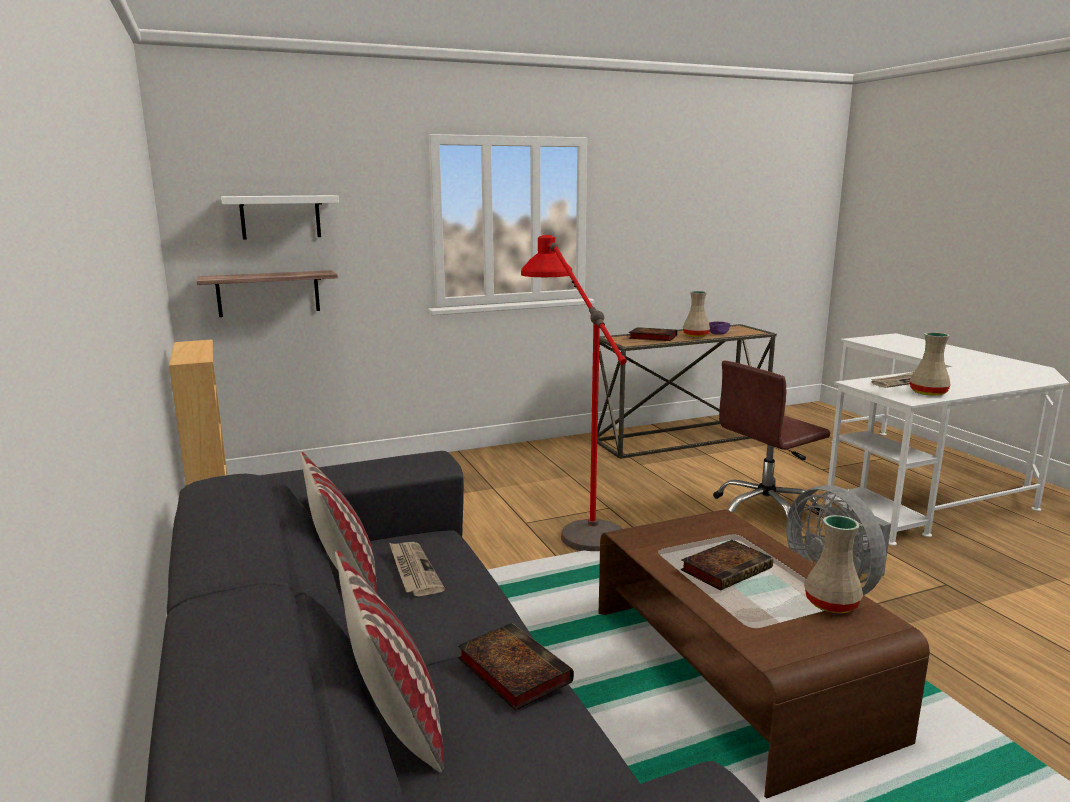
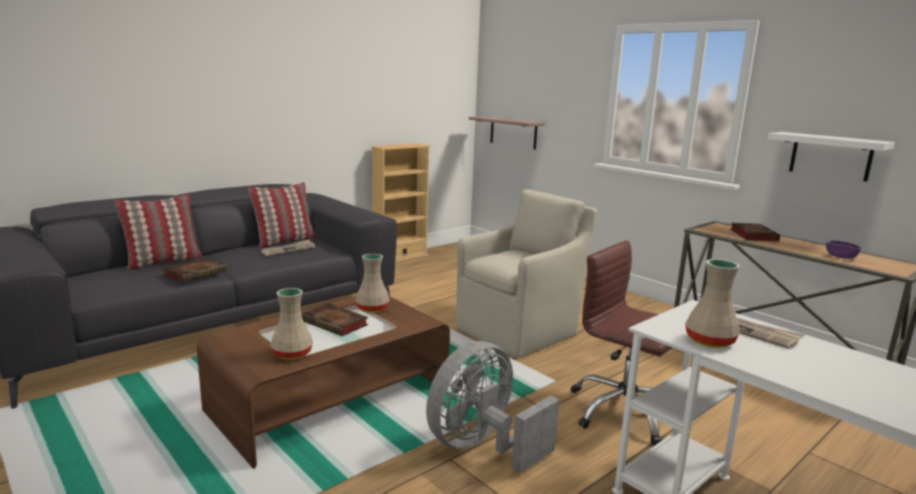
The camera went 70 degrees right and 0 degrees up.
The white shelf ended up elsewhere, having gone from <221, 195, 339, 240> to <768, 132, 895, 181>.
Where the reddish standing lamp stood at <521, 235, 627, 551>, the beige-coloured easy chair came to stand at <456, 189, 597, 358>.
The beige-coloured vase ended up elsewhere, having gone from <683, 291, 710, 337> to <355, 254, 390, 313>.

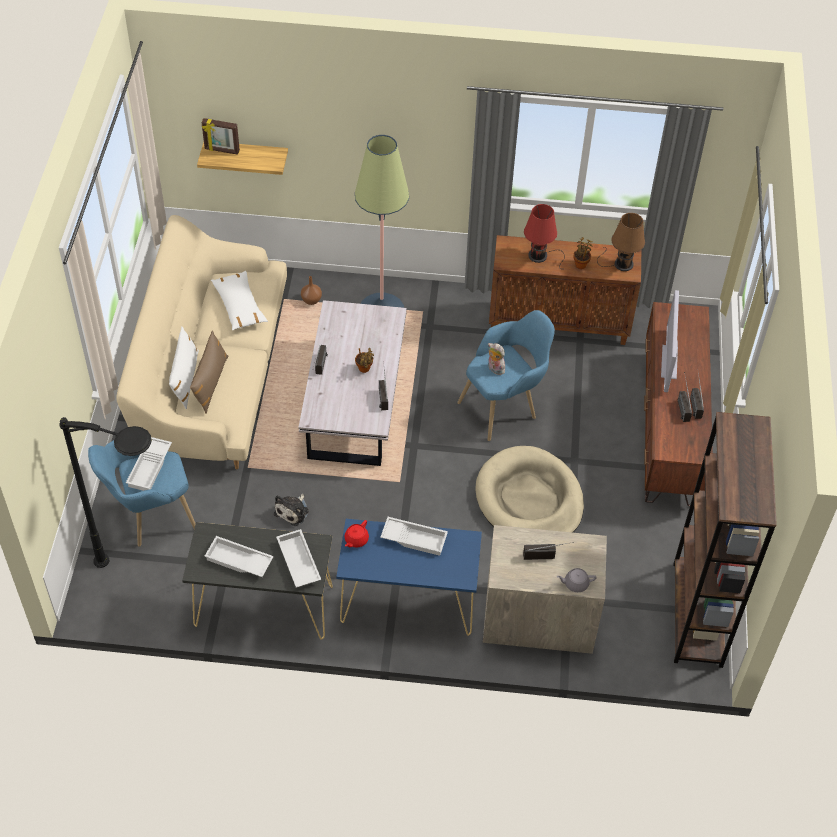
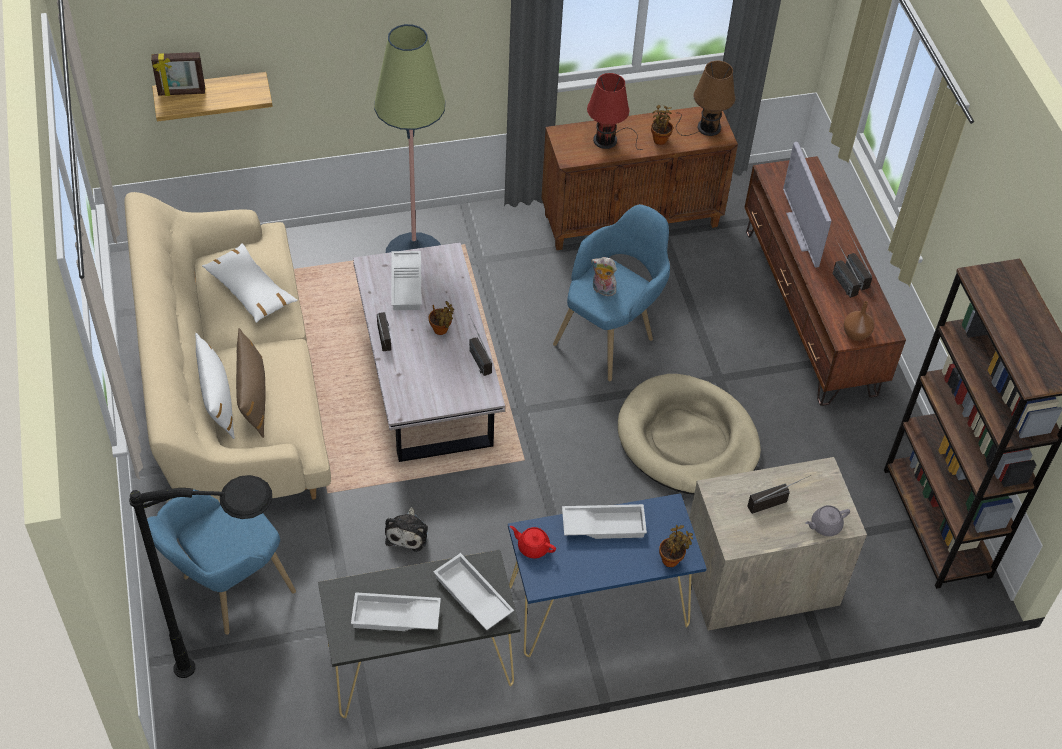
The camera went 20 degrees left and 0 degrees up.
The white serving tray ended up elsewhere, having gone from <126, 437, 172, 491> to <391, 251, 422, 310>.
The brown-coloured vase ended up elsewhere, having gone from <301, 276, 322, 305> to <844, 301, 874, 341>.
The reddish tea pot at <344, 520, 369, 548> ended up facing another way, 105 degrees clockwise from before.
The second view gained the houseplant at <659, 525, 693, 567>.

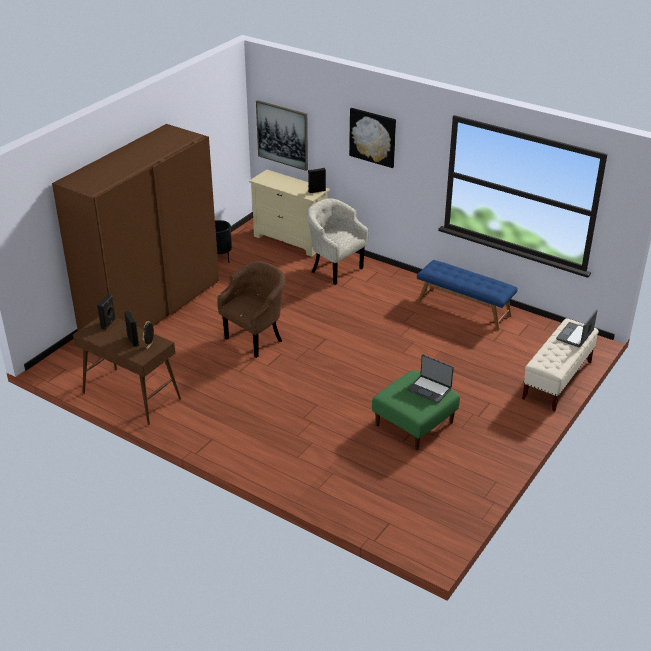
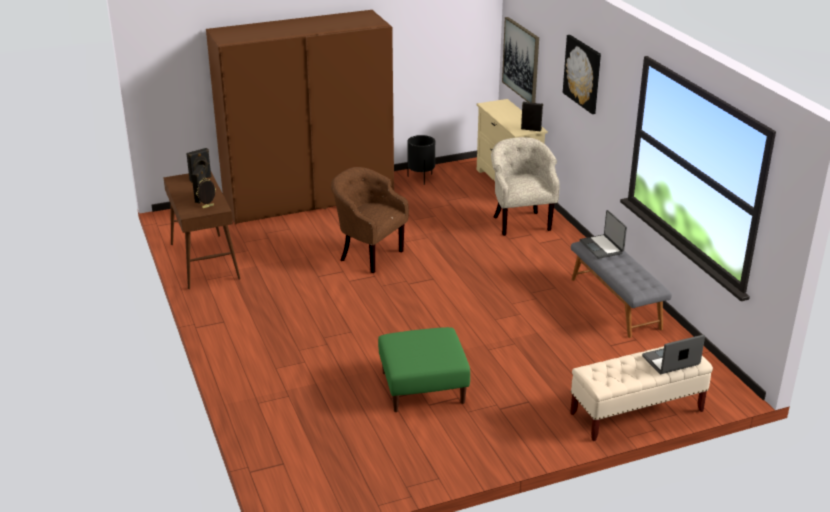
The camera went 35 degrees right and 5 degrees down.
The brown-coloured easy chair at <217, 261, 286, 358> ended up facing another way, 135 degrees counterclockwise from before.
The notebook computer ended up elsewhere, having gone from <407, 355, 454, 403> to <579, 210, 627, 259>.
What was the blue-coloured long seat at <417, 260, 518, 330> turned into the greyish long seat at <571, 241, 672, 338>.

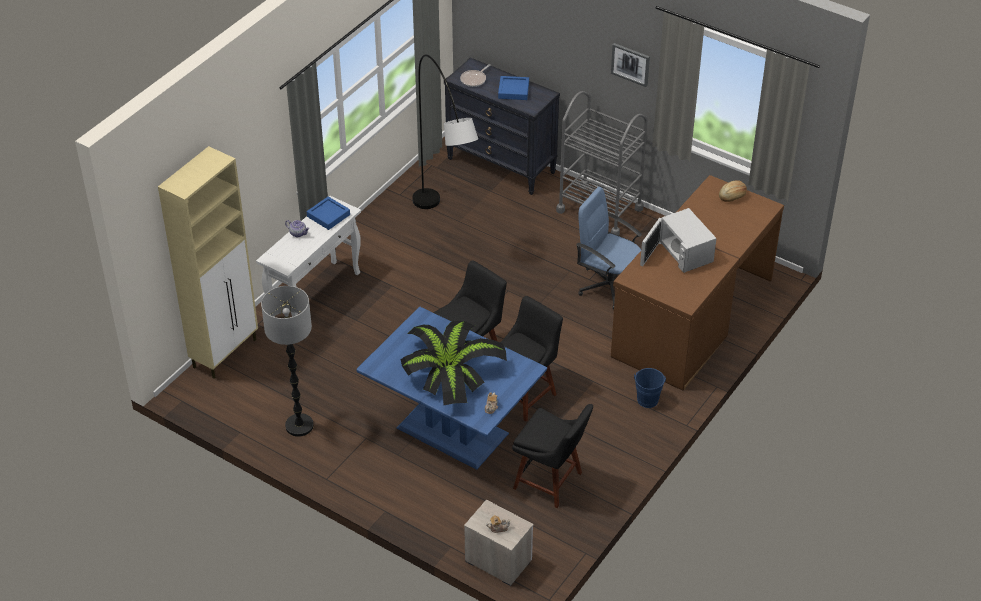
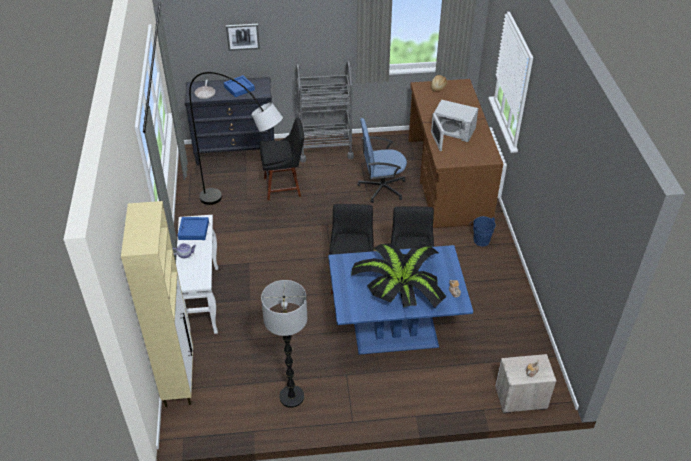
The camera went 40 degrees left and 0 degrees up.
The black upright chair ended up elsewhere, having gone from <512, 404, 593, 508> to <260, 118, 304, 200>.
The wall art ended up elsewhere, having gone from <611, 43, 650, 87> to <226, 24, 260, 51>.

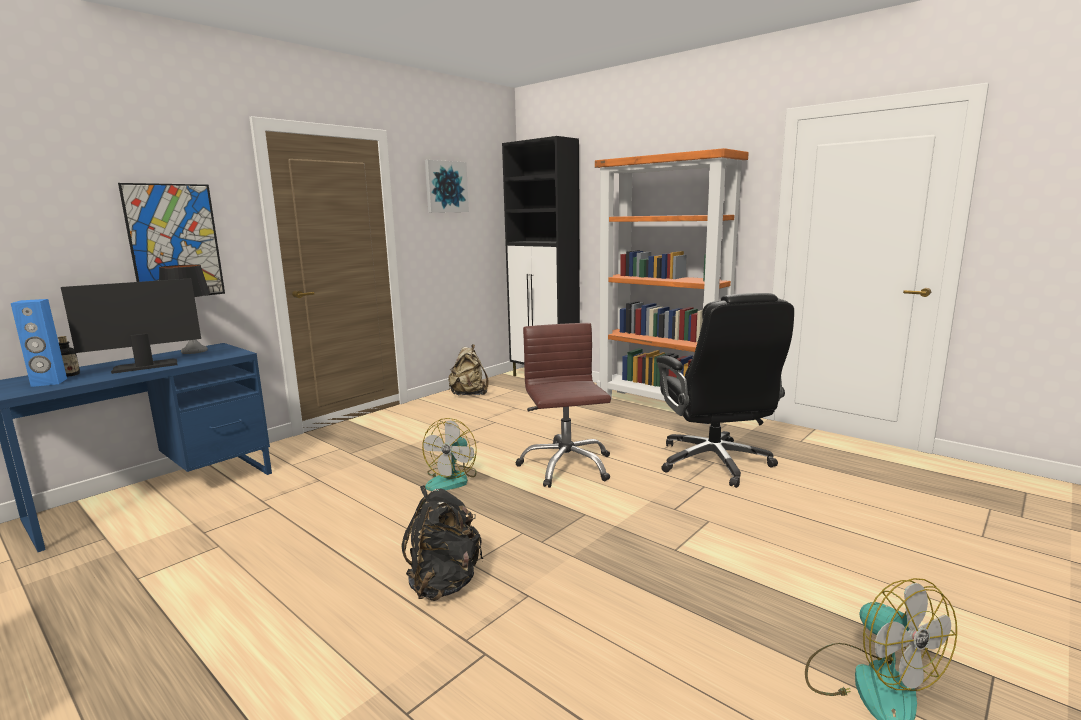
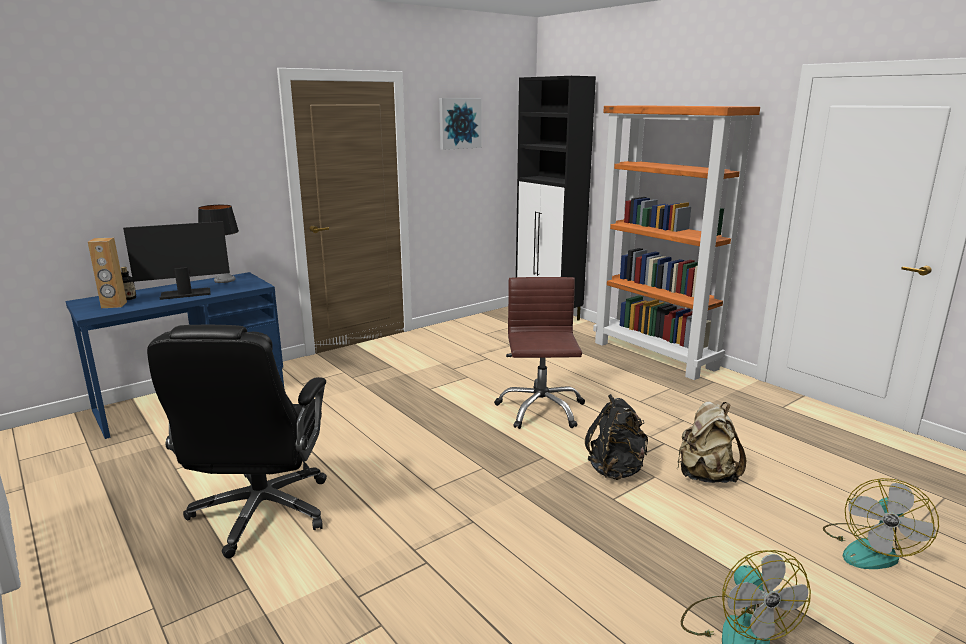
The camera went 10 degrees right and 5 degrees up.
What was the blue-coloured speaker at <11, 299, 67, 387> turned into the brown-coloured speaker at <88, 238, 127, 308>.
The second view lost the wall art at <118, 183, 225, 296>.
The black backpack ended up elsewhere, having gone from <401, 485, 483, 601> to <585, 394, 648, 480>.
The fan ended up elsewhere, having gone from <422, 418, 477, 491> to <823, 478, 939, 569>.
The beige-coloured backpack ended up elsewhere, having gone from <448, 344, 489, 395> to <677, 401, 746, 483>.
The black desk chair ended up elsewhere, having gone from <656, 293, 794, 488> to <147, 325, 327, 558>.

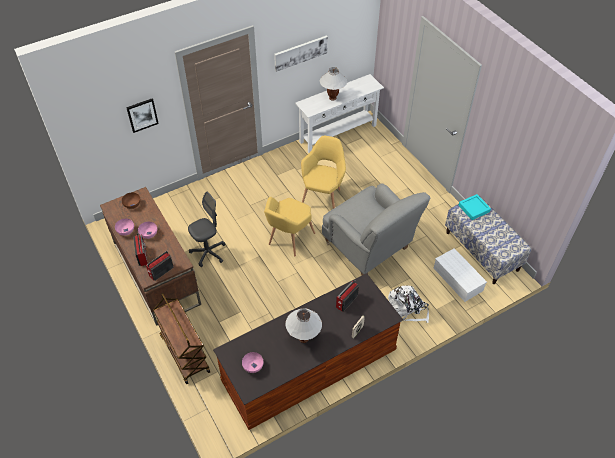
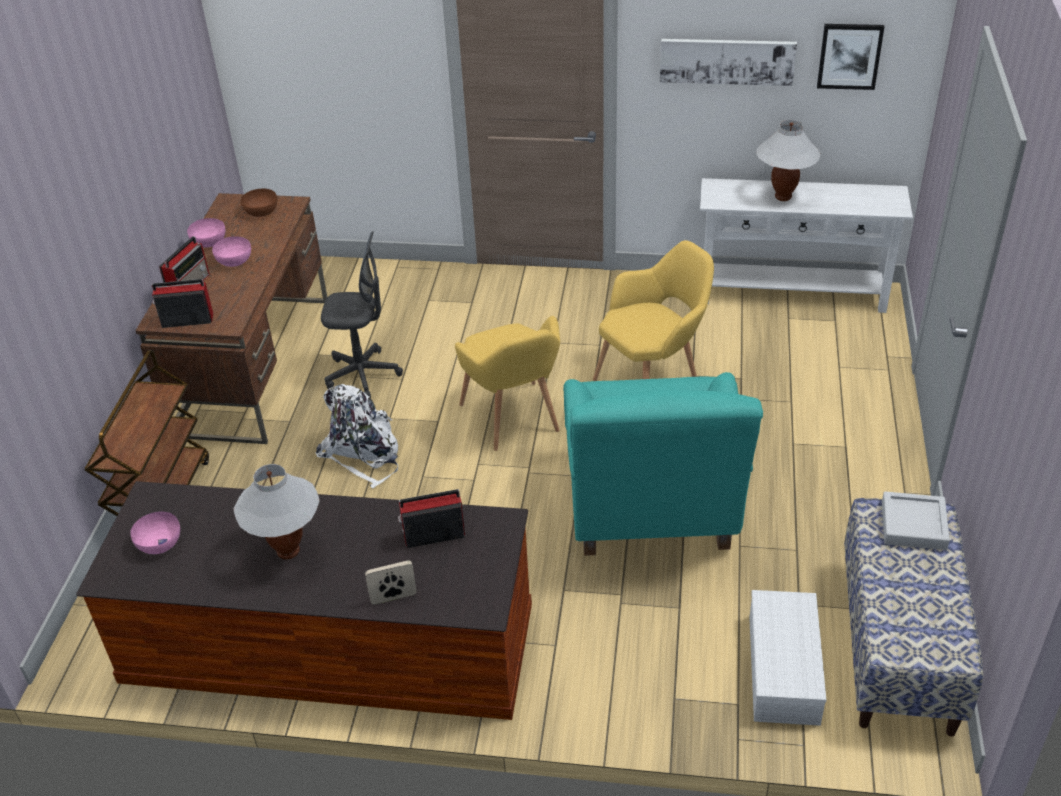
The camera went 40 degrees right and 10 degrees down.
The wall art ended up elsewhere, having gone from <126, 99, 159, 133> to <817, 24, 884, 90>.
The yellow easy chair at <264, 197, 315, 256> ended up facing another way, 90 degrees counterclockwise from before.
What was the greyish easy chair at <322, 183, 430, 275> turned into the turquoise-coloured easy chair at <563, 372, 763, 556>.
The white backpack ended up elsewhere, having gone from <388, 286, 429, 323> to <316, 384, 398, 488>.
What was the turquoise-coloured serving tray at <459, 194, 491, 220> turned into the greyish serving tray at <882, 491, 950, 550>.

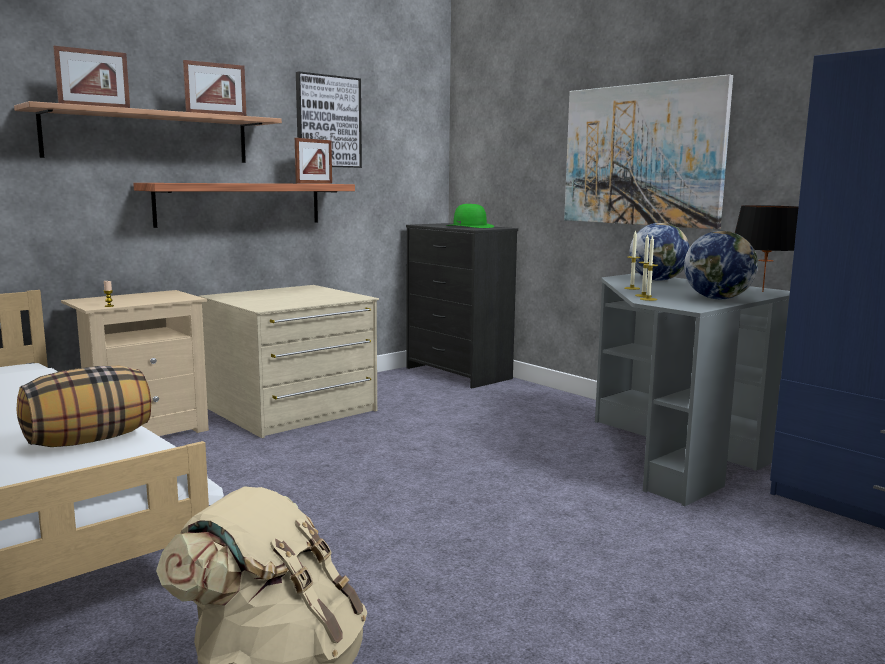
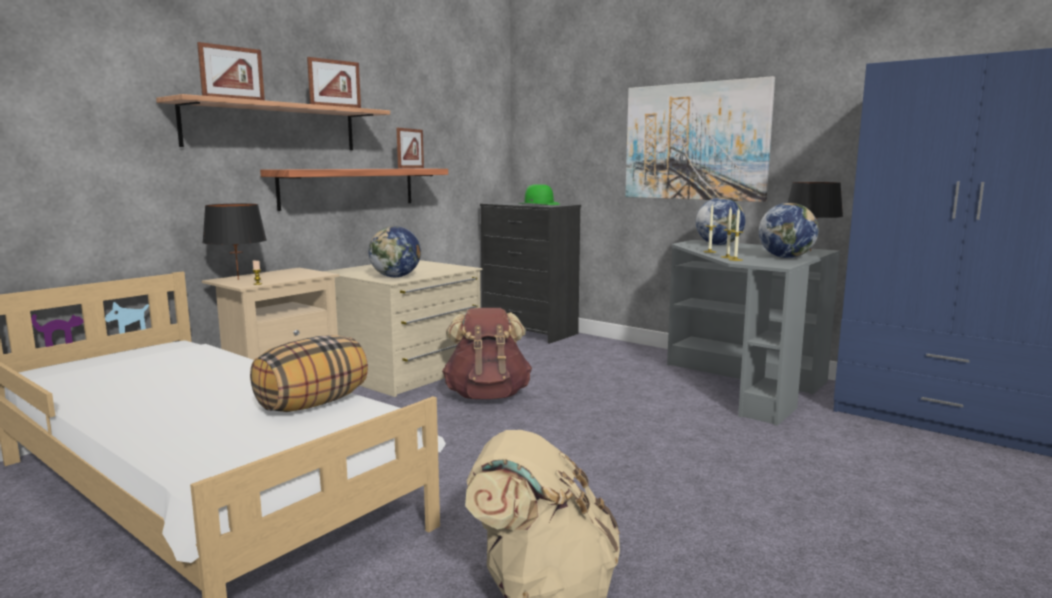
The camera went 10 degrees left and 0 degrees up.
The second view lost the wall art at <296, 71, 362, 168>.
The second view gained the black tabletop lamp at <202, 203, 267, 280>.
The second view gained the desk globe at <368, 226, 421, 277>.
The second view gained the brown-coloured backpack at <442, 308, 532, 399>.

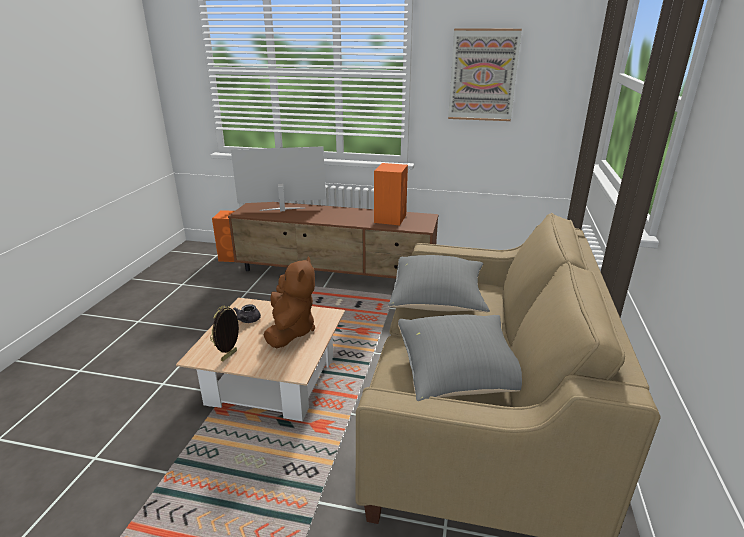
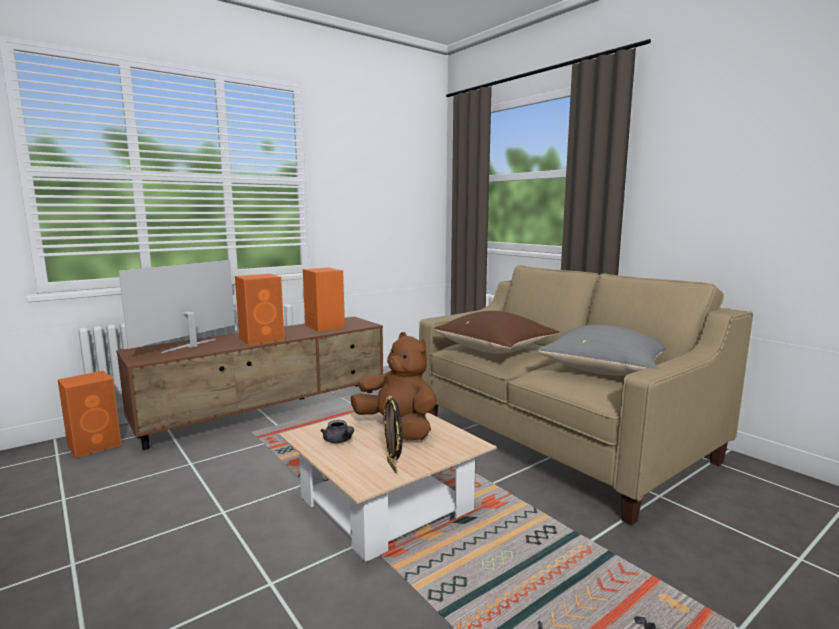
The camera went 50 degrees left and 15 degrees down.
What was the greyish cushion at <388, 255, 490, 312> turned into the brown-coloured cushion at <434, 311, 560, 354>.
The second view lost the wall art at <448, 28, 522, 121>.
The second view gained the orangey speaker at <235, 274, 285, 345>.

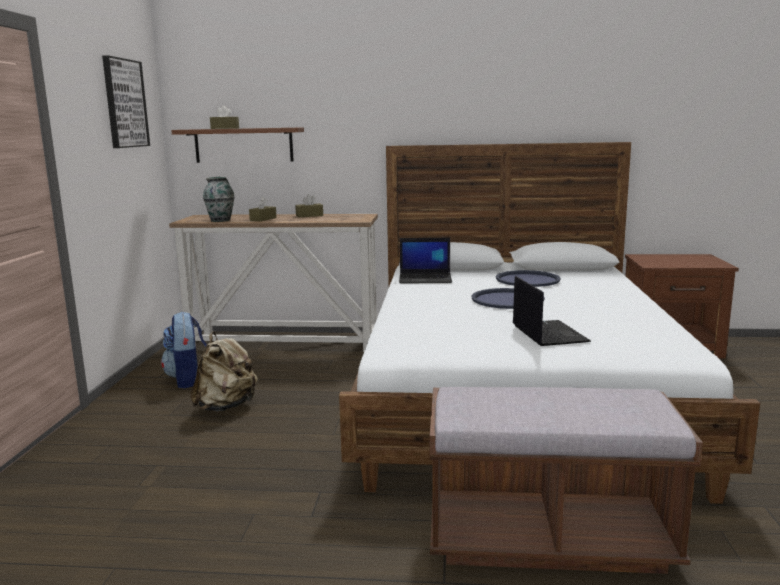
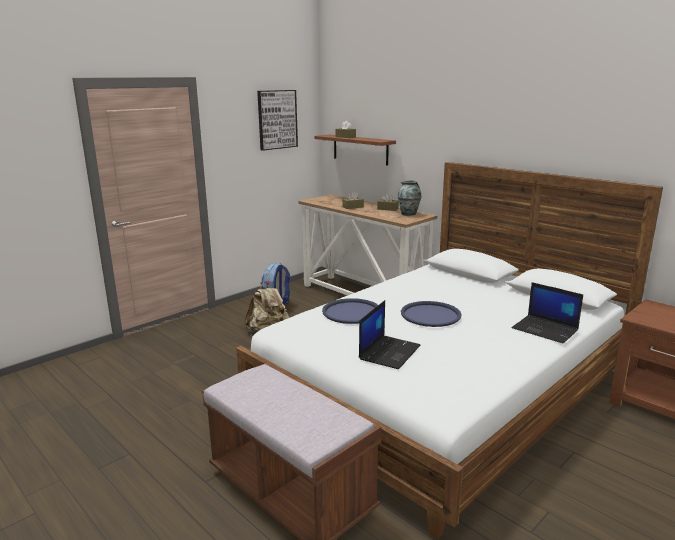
The camera went 40 degrees right and 5 degrees up.
The vase ended up elsewhere, having gone from <203, 177, 234, 222> to <398, 180, 421, 216>.
The notebook computer ended up elsewhere, having gone from <399, 238, 452, 284> to <512, 282, 583, 343>.
The blue-coloured serving tray ended up elsewhere, having gone from <496, 270, 561, 287> to <322, 298, 378, 324>.

